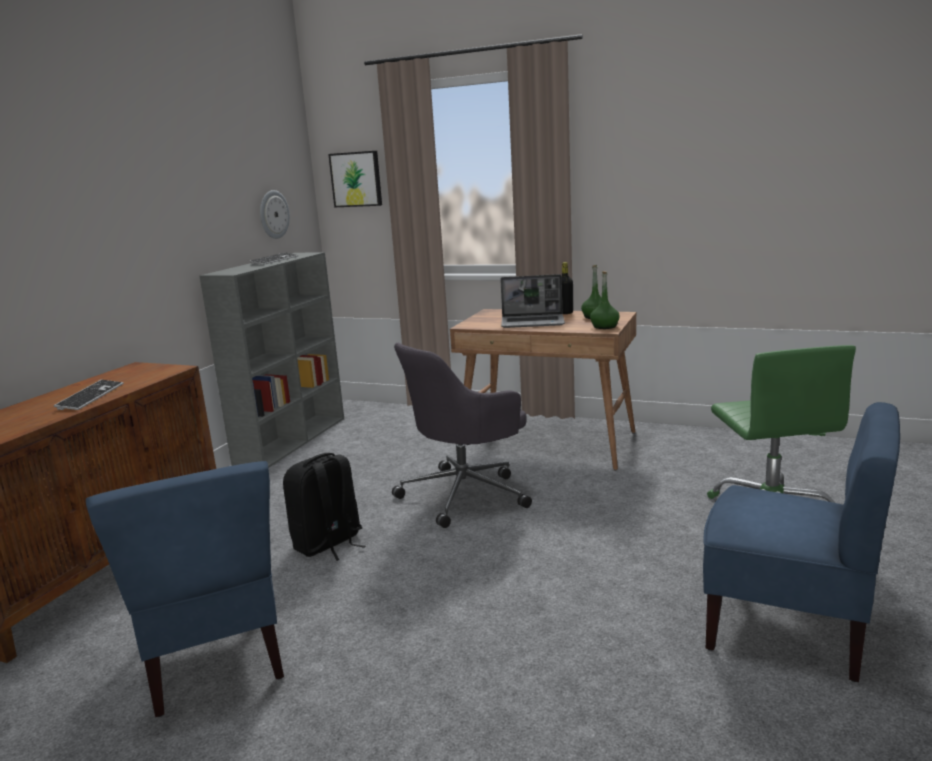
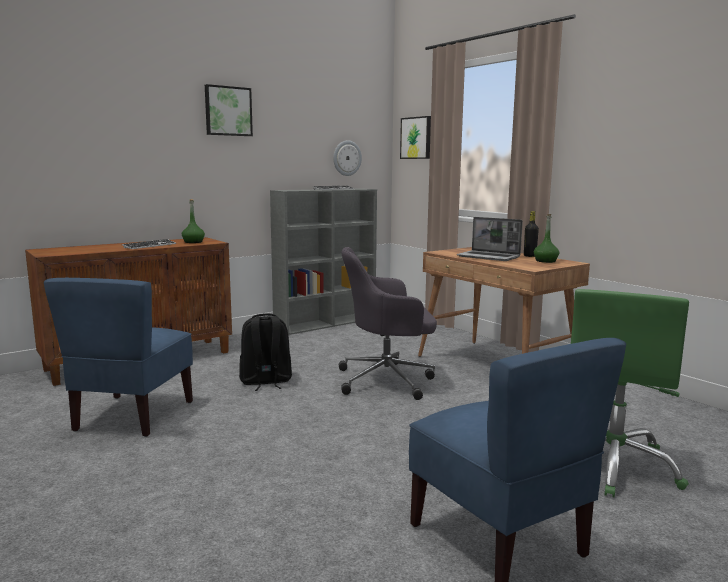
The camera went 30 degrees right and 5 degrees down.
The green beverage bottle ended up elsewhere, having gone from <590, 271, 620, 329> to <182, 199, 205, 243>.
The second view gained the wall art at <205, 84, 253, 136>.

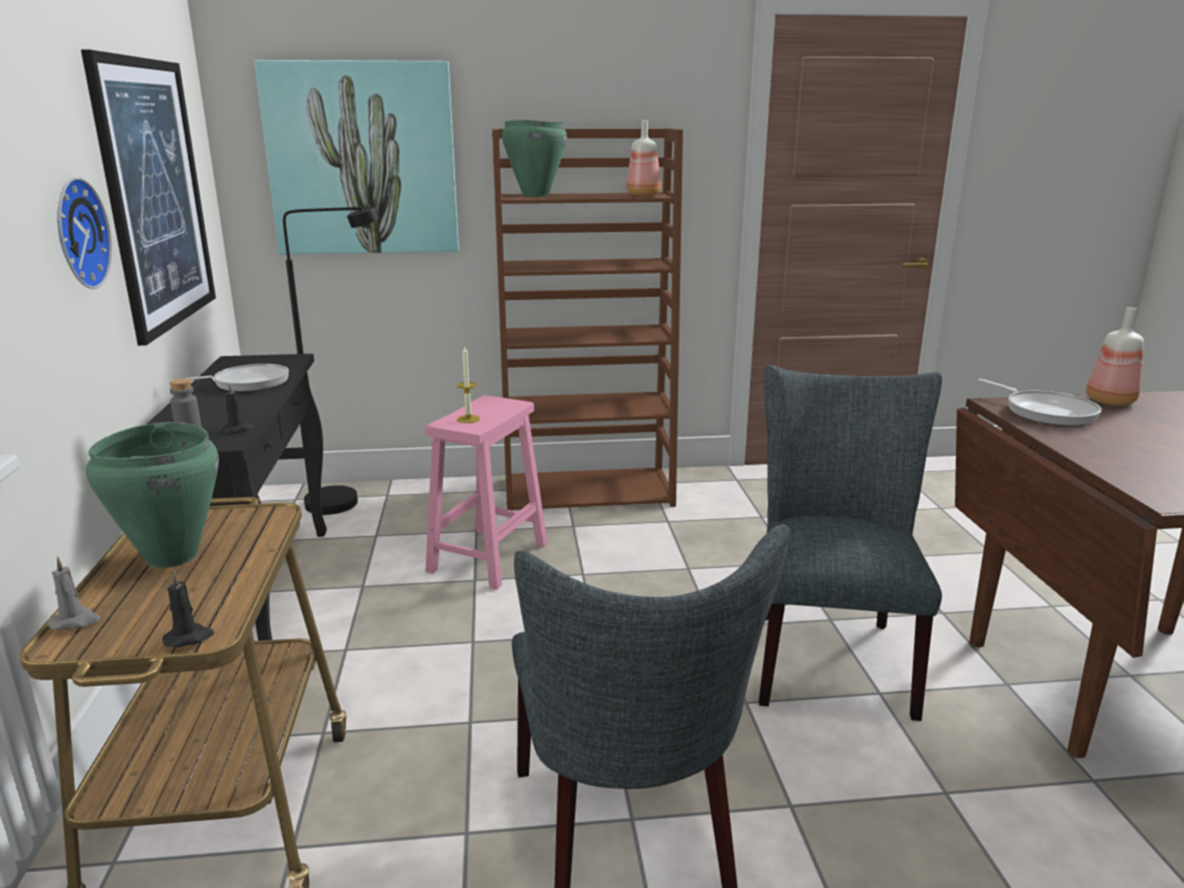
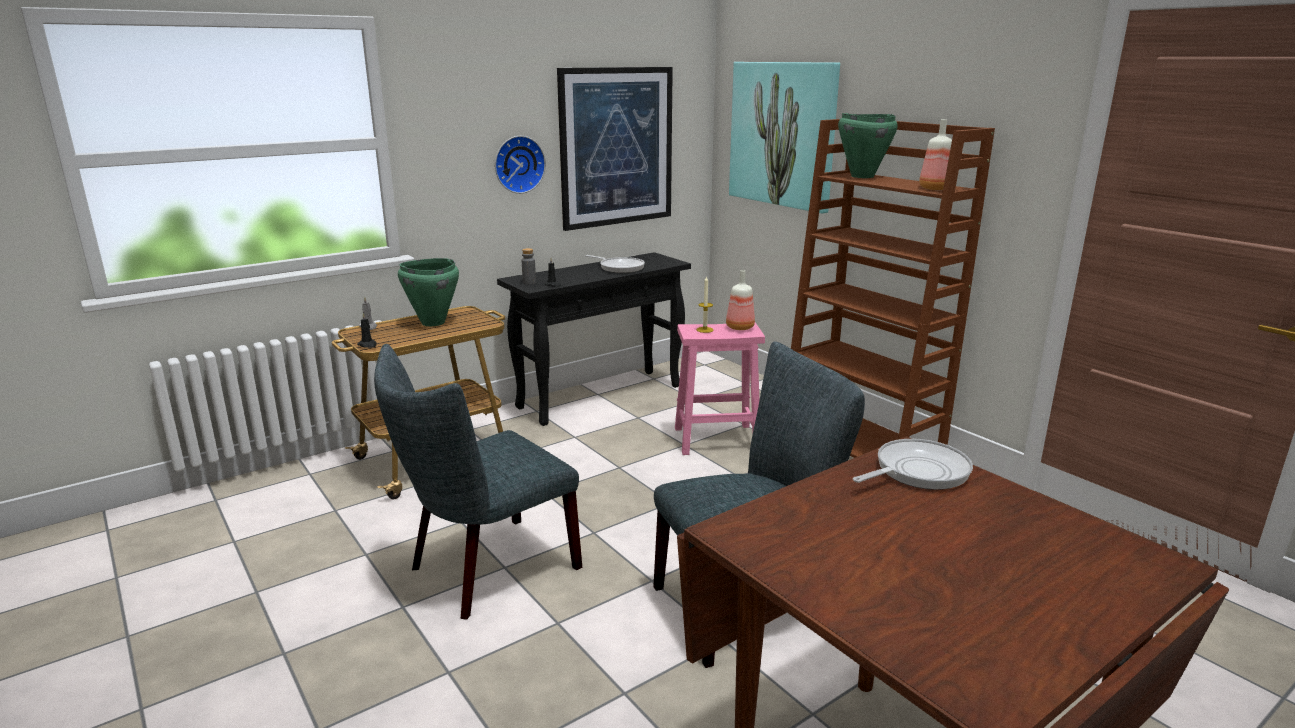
The camera went 60 degrees right and 0 degrees up.
The second view lost the black standing lamp at <283, 206, 379, 515>.
The skillet at <978, 379, 1102, 426> ended up facing another way, 150 degrees counterclockwise from before.
The beverage bottle ended up elsewhere, having gone from <1086, 307, 1144, 406> to <726, 270, 755, 330>.

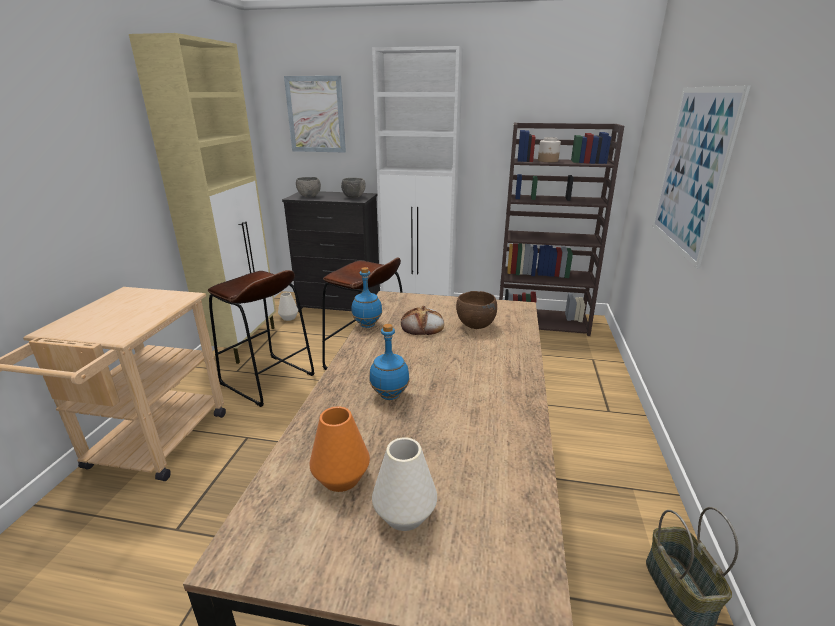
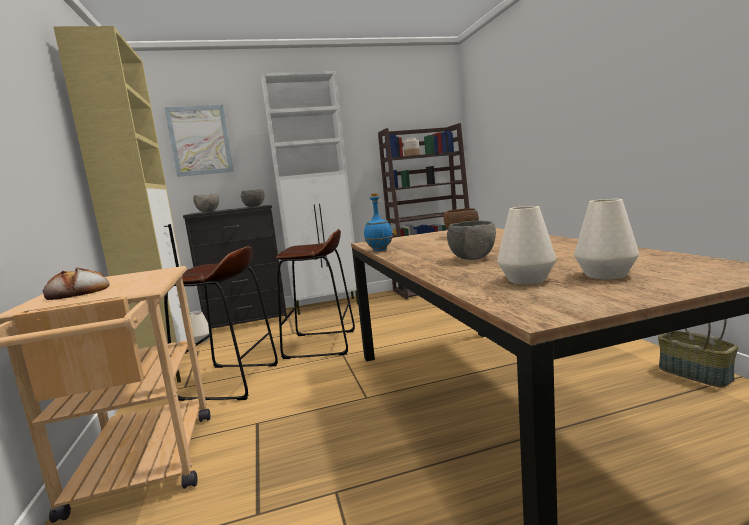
The camera went 25 degrees left and 15 degrees down.
What was the orangey vase at <309, 406, 370, 492> turned into the white vase at <497, 206, 556, 284>.
Where the blue-coloured beverage bottle stood at <369, 324, 410, 400>, the greyish deep dish came to stand at <447, 221, 496, 260>.
The bread ended up elsewhere, having gone from <401, 306, 444, 335> to <42, 268, 110, 300>.
The second view lost the wall art at <652, 85, 751, 269>.

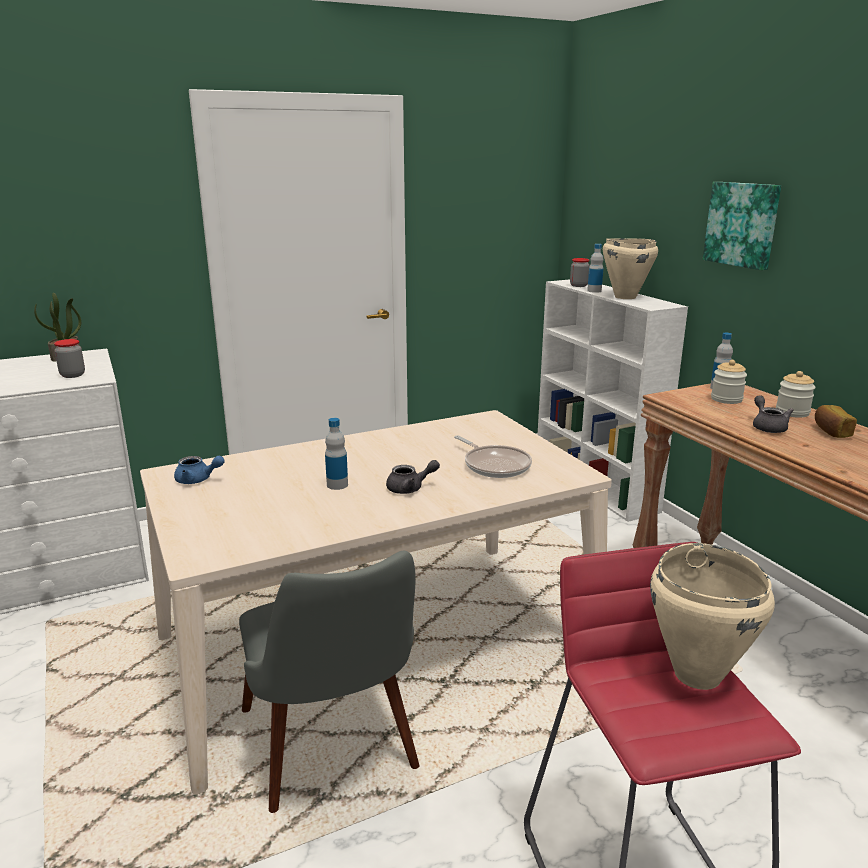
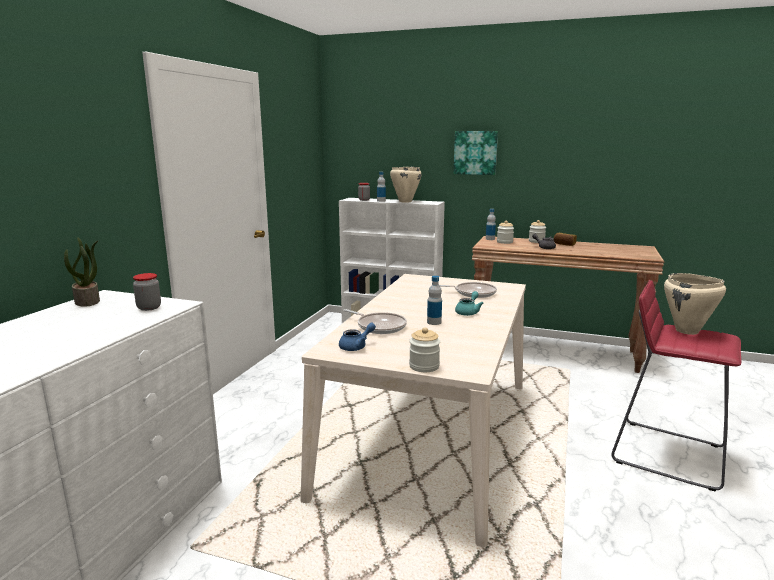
The camera went 45 degrees left and 5 degrees down.
The second view lost the greyish upright chair at <239, 550, 419, 813>.
What was the greyish tea pot at <386, 460, 440, 494> turned into the turquoise-coloured tea pot at <455, 291, 483, 316>.
The second view gained the skillet at <343, 309, 407, 334>.
The second view gained the storage jar at <409, 328, 440, 372>.

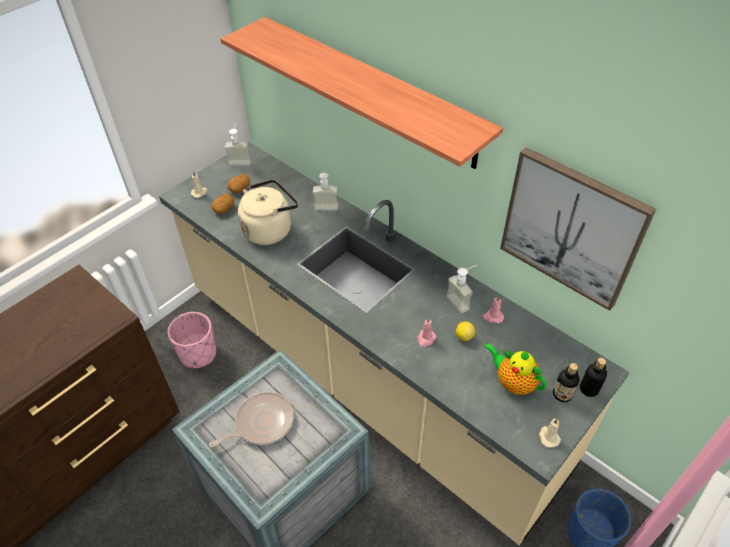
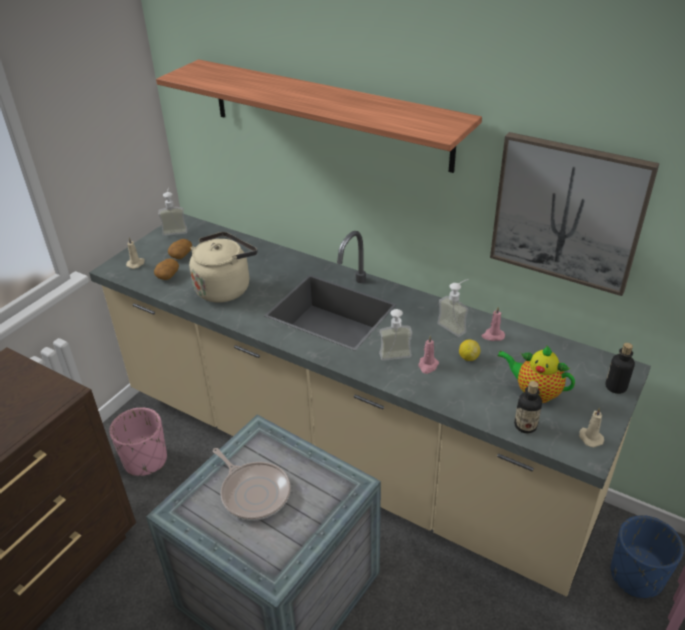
The camera went 10 degrees left and 10 degrees down.
The skillet at <209, 392, 294, 447> ended up facing another way, 90 degrees clockwise from before.
The liquid soap bottle ended up elsewhere, having gone from <313, 173, 338, 211> to <379, 309, 413, 361>.
The beverage bottle ended up elsewhere, having gone from <553, 363, 580, 402> to <514, 381, 542, 433>.

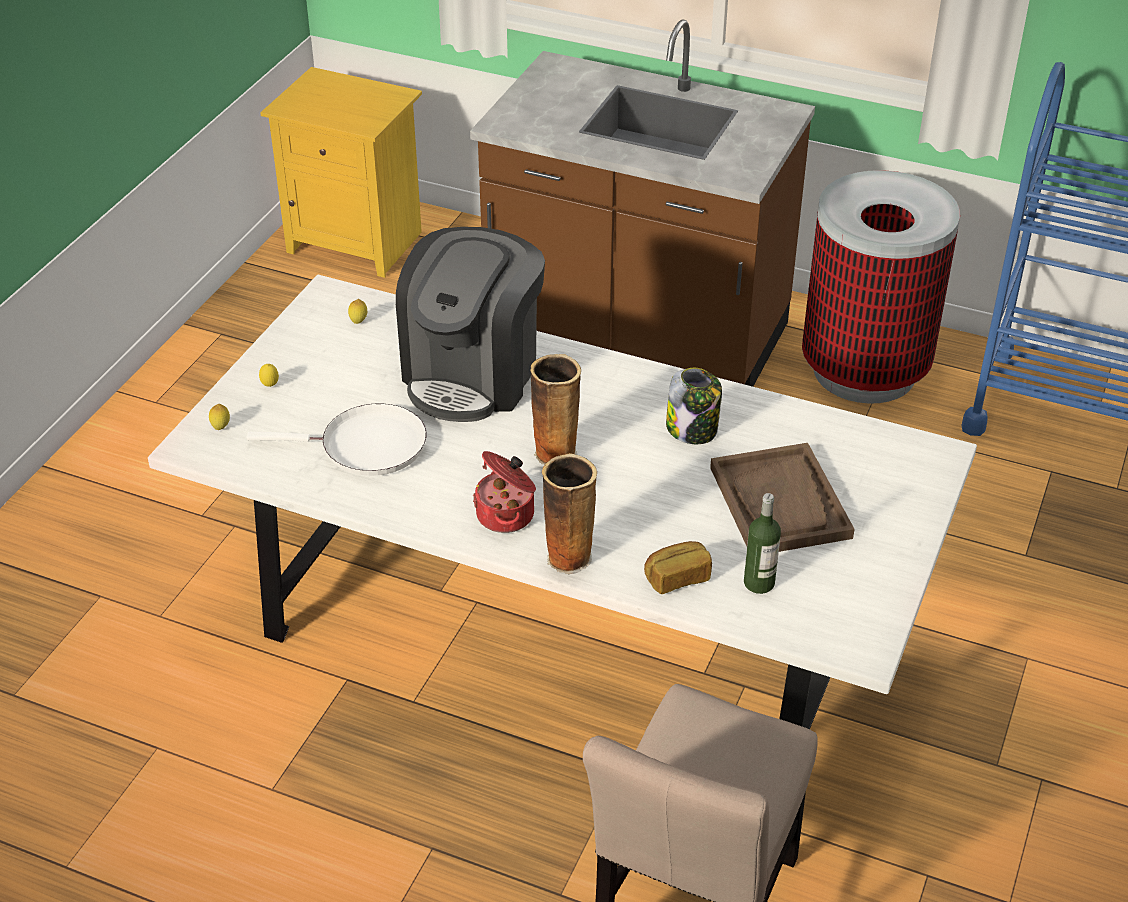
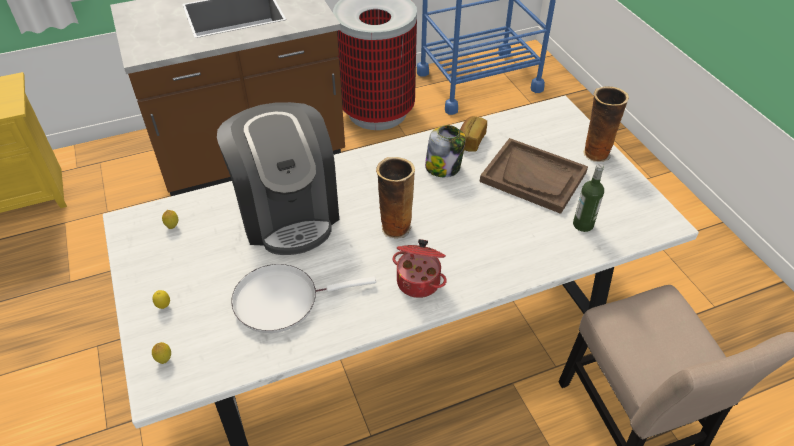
The camera went 45 degrees left and 5 degrees up.
The white skillet at <247, 403, 427, 476> ended up facing another way, 150 degrees counterclockwise from before.
The vase ended up elsewhere, having gone from <542, 453, 597, 574> to <583, 87, 629, 162>.
The bread ended up elsewhere, having gone from <644, 541, 712, 594> to <460, 116, 487, 152>.

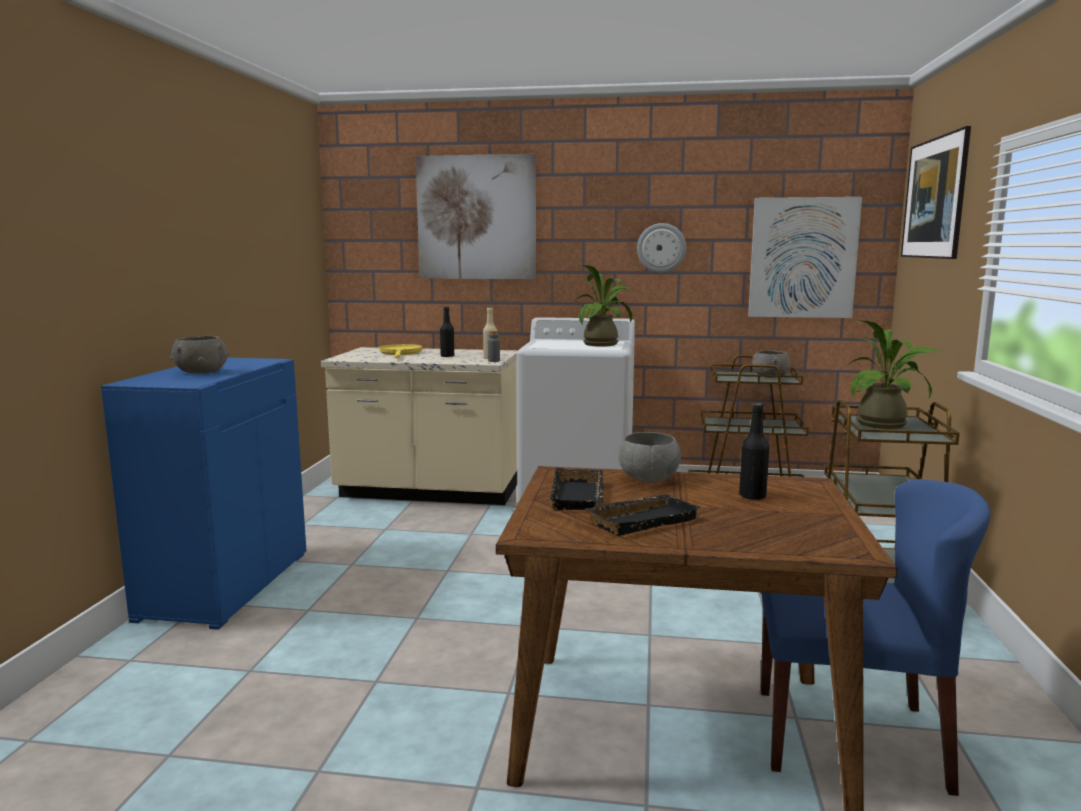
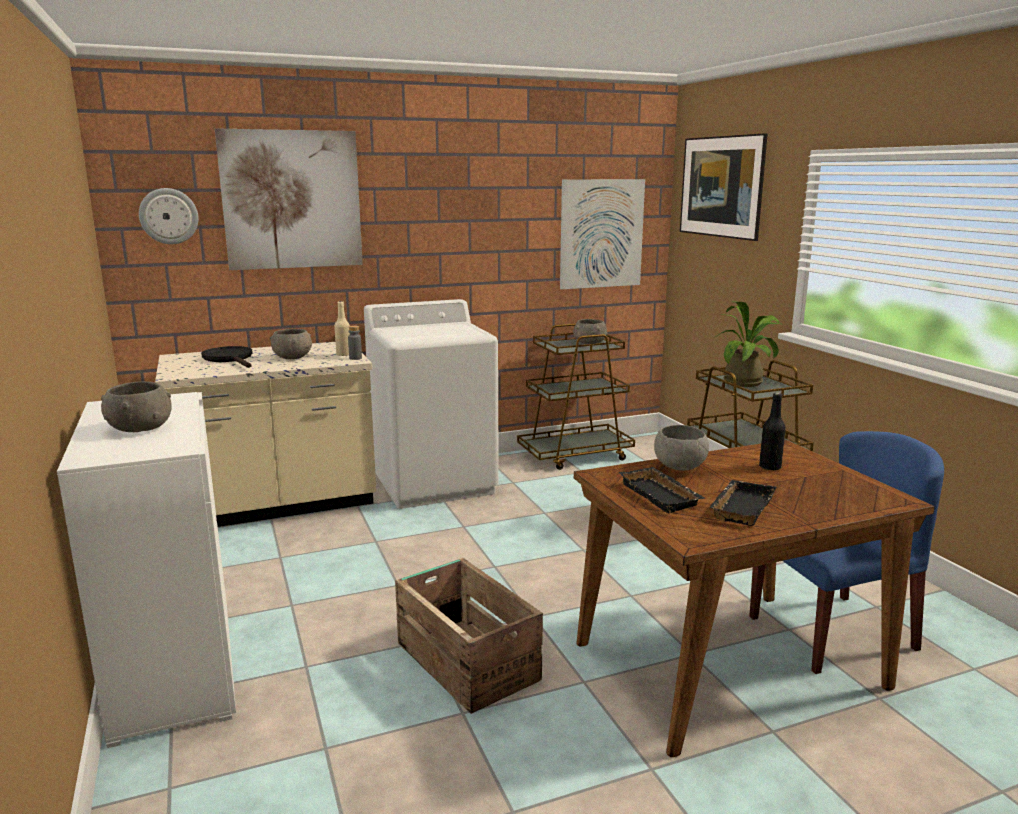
The camera went 30 degrees left and 5 degrees up.
What was the blue-coloured cupboard at <101, 358, 306, 630> turned into the white cupboard at <57, 392, 236, 748>.
What was the yellow skillet at <379, 344, 422, 358> turned into the black skillet at <201, 346, 253, 368>.
Where the black beverage bottle stood at <440, 307, 454, 357>, the greyish deep dish came to stand at <270, 329, 312, 359>.
The second view lost the houseplant at <574, 265, 633, 347>.
The clock on the wall ended up elsewhere, having gone from <637, 223, 686, 273> to <139, 188, 199, 244>.
The second view gained the packing crate at <395, 558, 543, 714>.

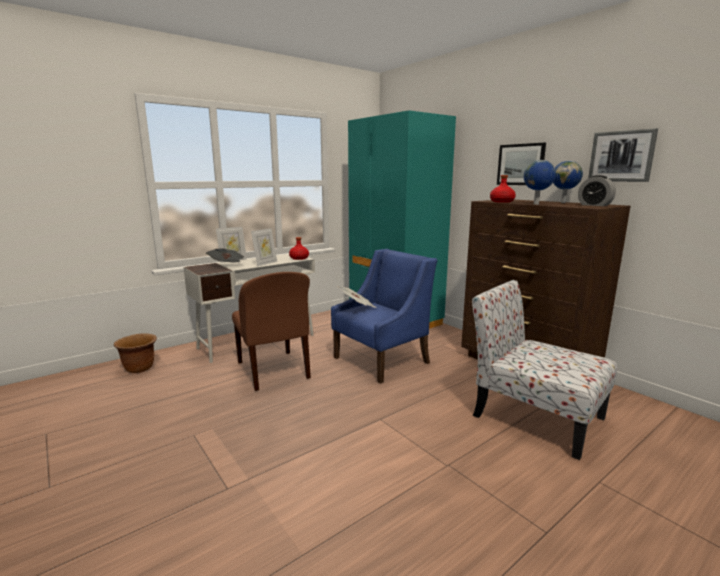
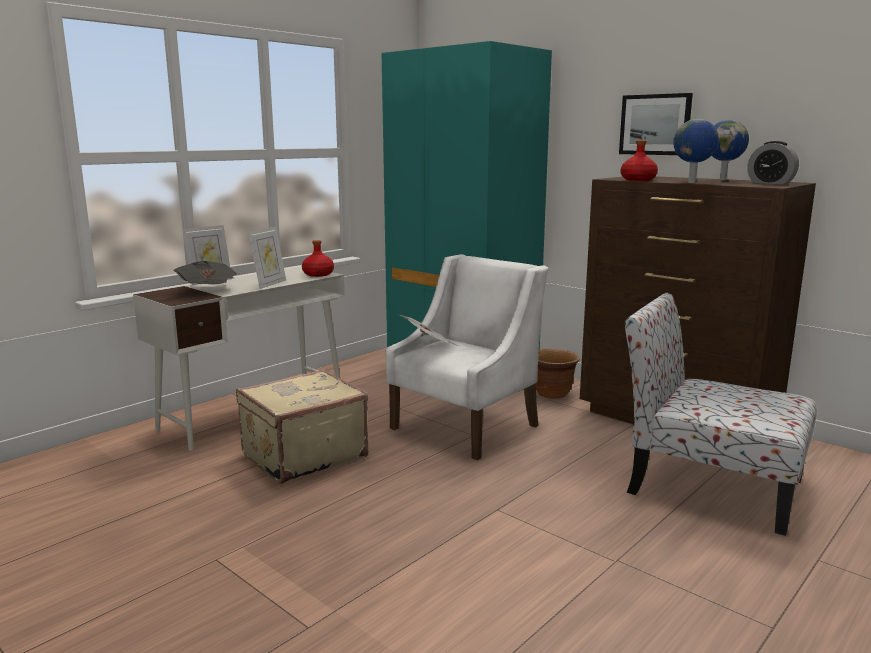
The camera went 10 degrees left and 0 degrees up.
The brown-coloured planter ended up elsewhere, having gone from <114, 333, 157, 373> to <536, 349, 580, 399>.
Where the brown-coloured upright chair stood at <232, 272, 311, 391>, the beige-coloured travel case came to stand at <236, 369, 368, 484>.
What was the blue-coloured easy chair at <331, 249, 438, 384> turned into the white easy chair at <386, 254, 548, 460>.
The second view lost the wall art at <588, 128, 658, 182>.

